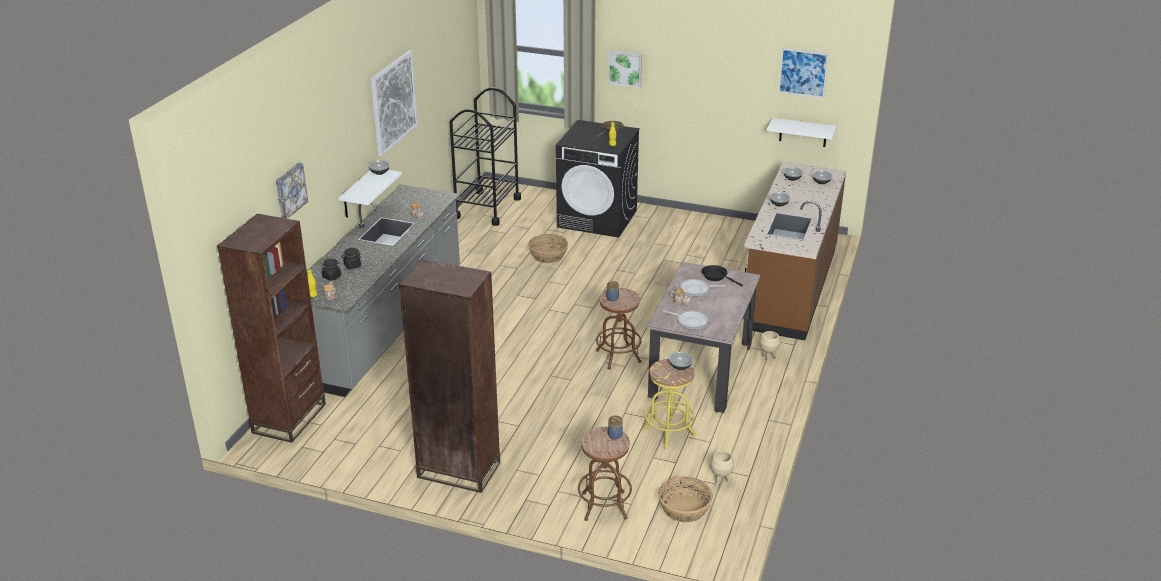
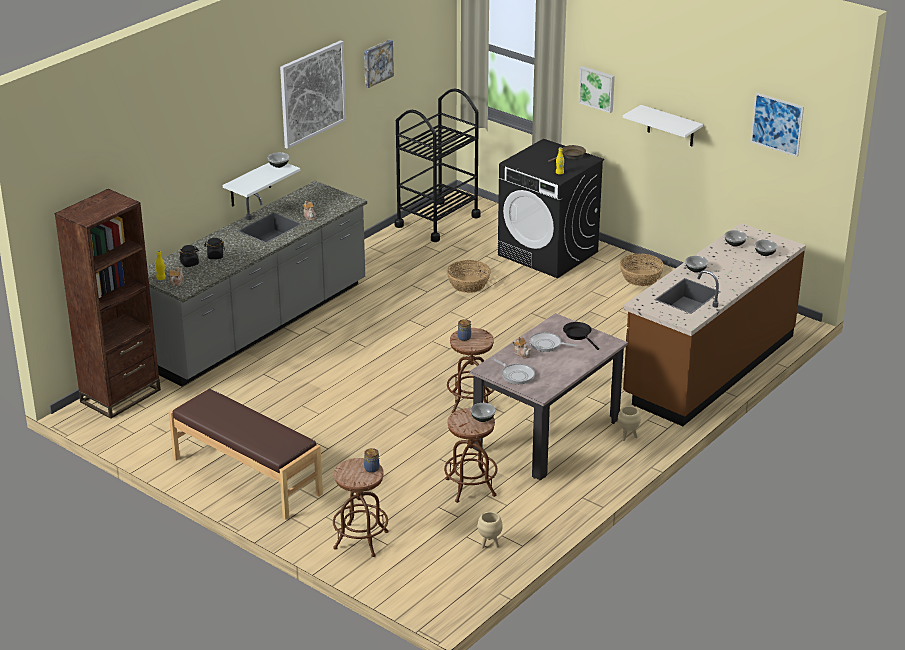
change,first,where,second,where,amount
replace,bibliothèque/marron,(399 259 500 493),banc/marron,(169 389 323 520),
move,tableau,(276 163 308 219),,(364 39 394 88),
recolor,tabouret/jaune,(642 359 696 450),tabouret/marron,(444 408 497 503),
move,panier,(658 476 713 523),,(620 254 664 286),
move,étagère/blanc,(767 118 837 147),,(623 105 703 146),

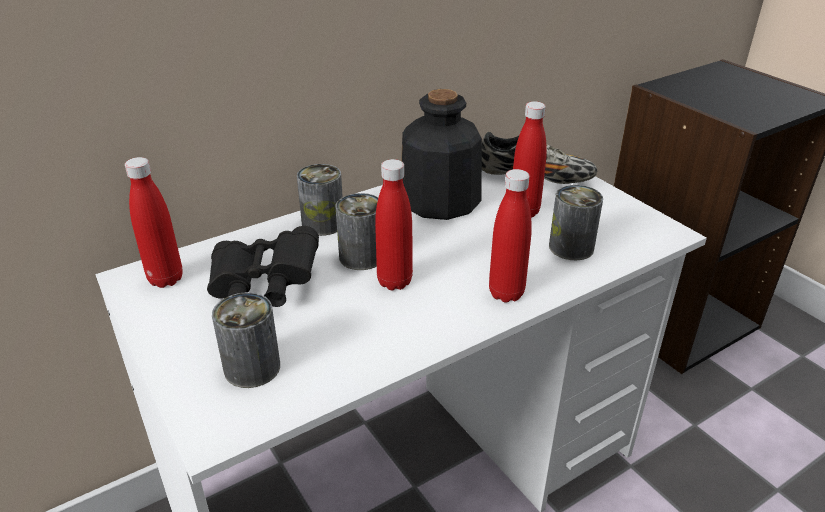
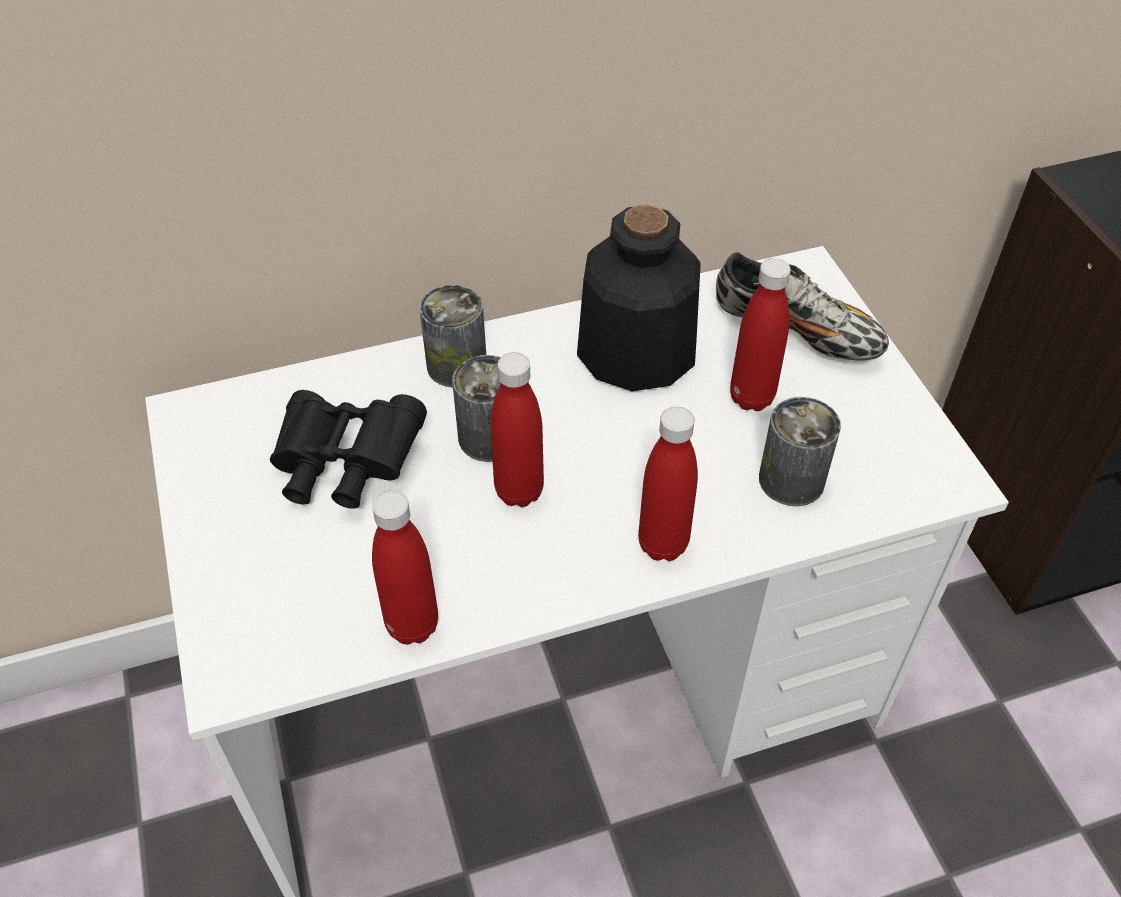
change,first,where,second,where,amount
move,bouteille/rouge,(125 157 183 288),,(372 491 438 645),
delete,boîte métallique,(212 292 280 388),,,

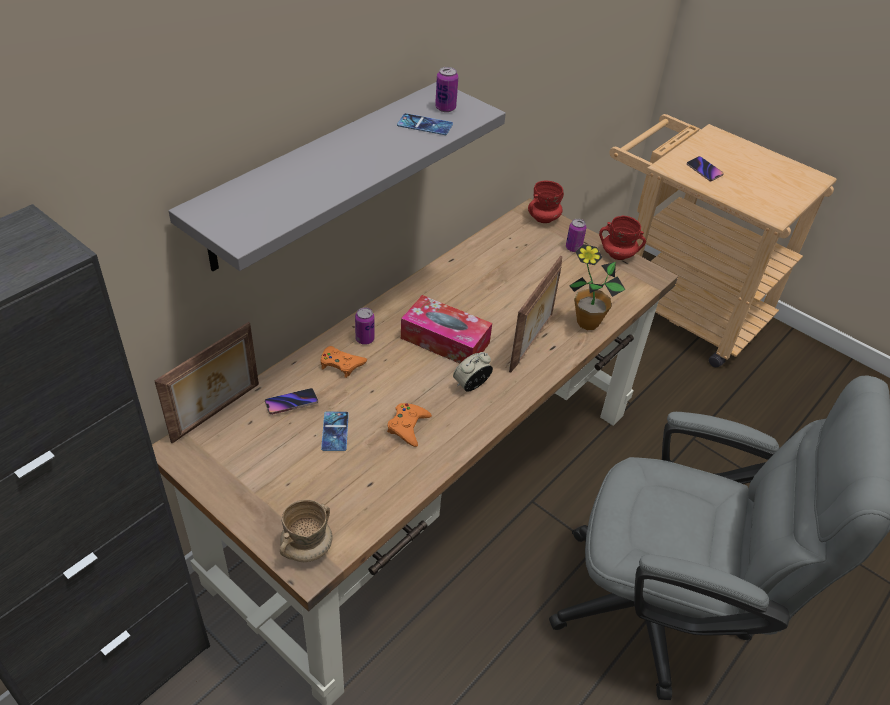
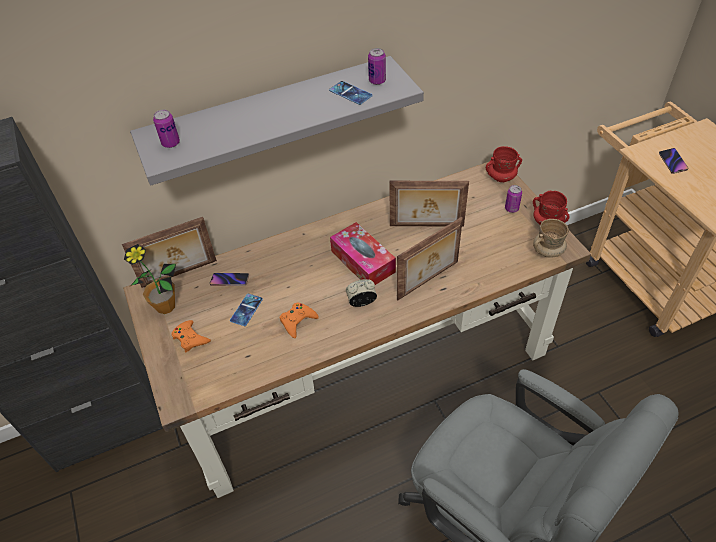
change,first,where,second,where,amount
move,plante en pot,(569 244 626 330),,(124 244 176 314),
move,boîte métallique,(355 307 375 345),,(153 110 180 148),
move,manette/orange,(321 346 367 378),,(171 320 211 352),
insert,,,cadre photo,(390 181 469 227),
move,mug/beige,(280 499 332 562),,(533 219 569 258),

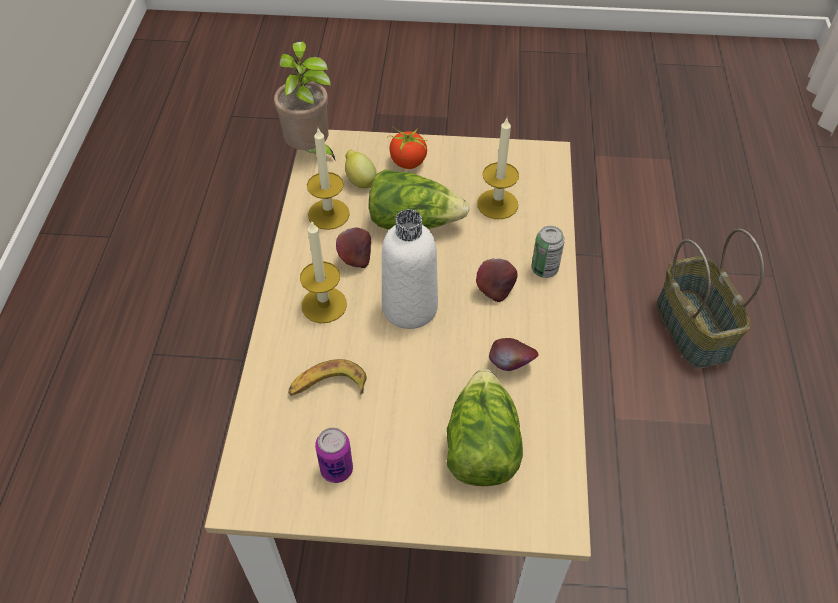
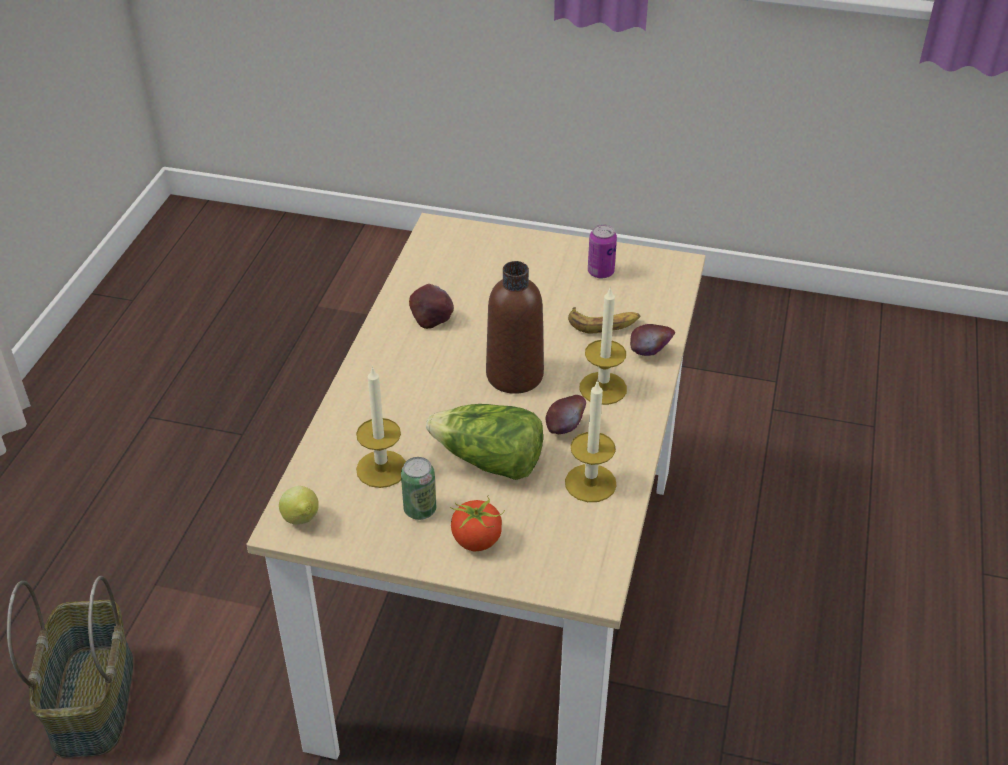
change,first,where,second,where,amount
move,citron,(345 149 376 188),,(279 486 319 525),
move,boîte métallique,(531 226 565 278),,(401 457 436 520),
recolor,bouteille/blanc,(382 209 438 329),bouteille/marron,(486 261 544 394),
move,pomme,(476 259 518 302),,(630 324 675 356),
delete,plante en pot,(274 42 336 161),,,
delete,laitue,(447 369 523 486),,,

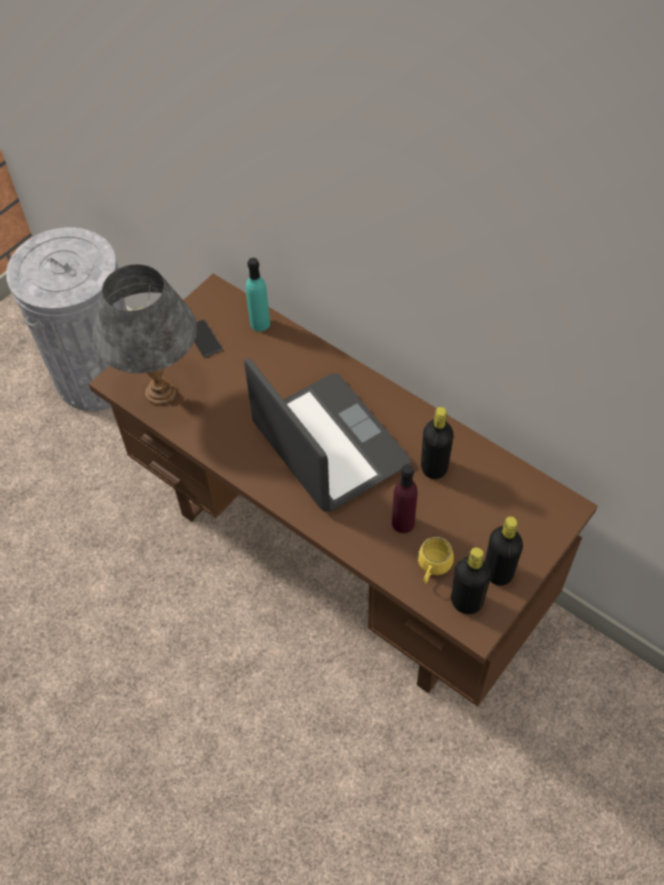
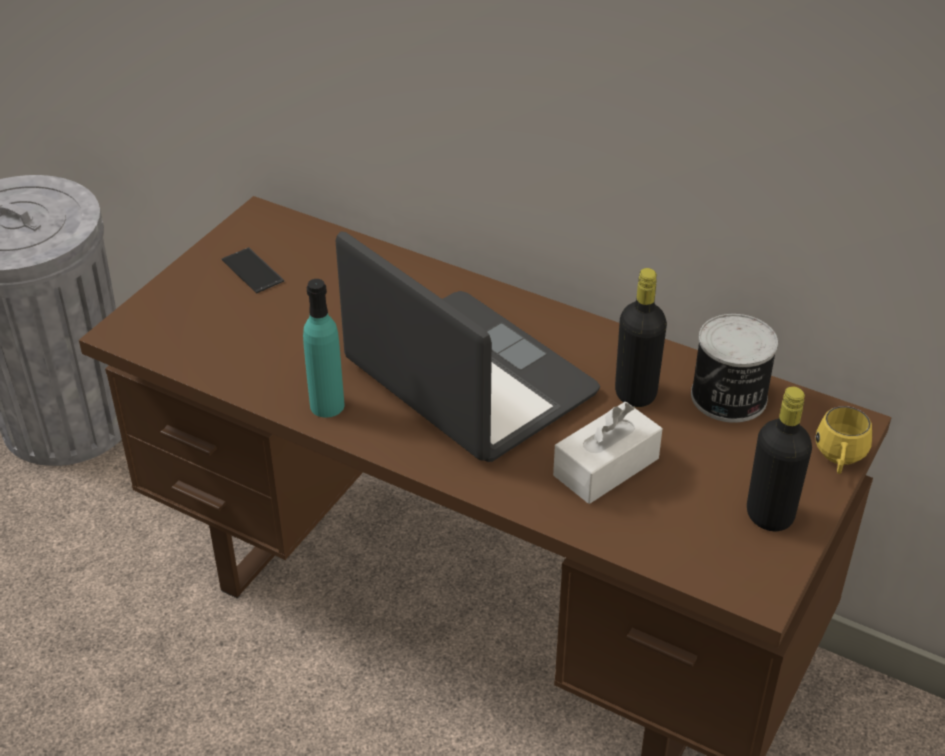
change,first,where,second,where,amount
move,bouteille/turquoise,(246 258 270 332),,(303 279 345 418),
replace,bouteille/violet,(392 464 418 533),boîte à mouchoirs/blanc,(553 402 662 504),
insert,,,boîte métallique,(691 314 778 423),
move,mug/jaune,(418 537 454 584),,(816 406 872 474),
delete,lampe de table/gris,(92 264 197 406),,,
delete,bouteille/noir,(451 547 491 614),,,

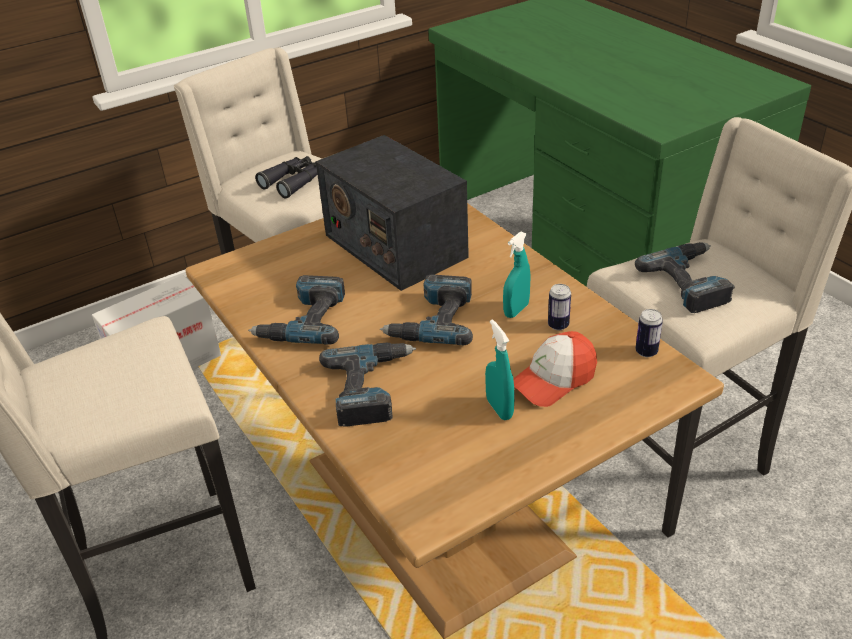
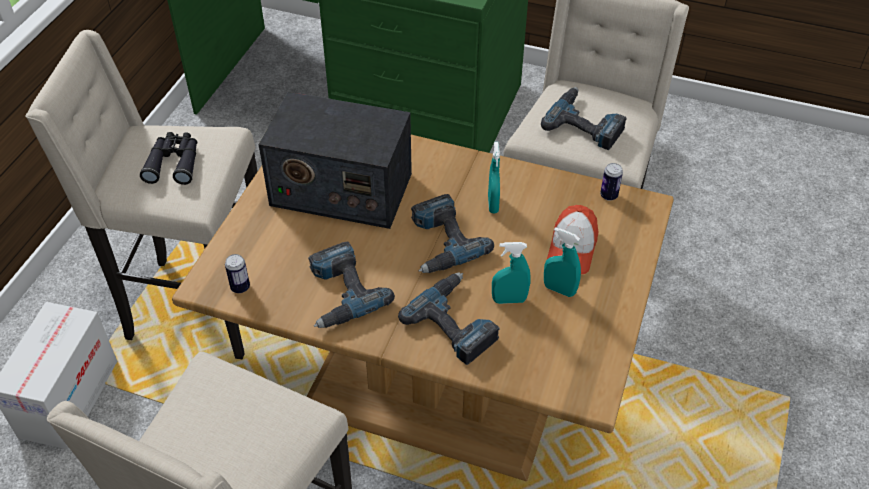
change,first,where,second,where,amount
move,boîte métallique,(548 284 571 330),,(225 254 250 293),
insert,,,vaporisateur/turquoise,(492 242 530 304),

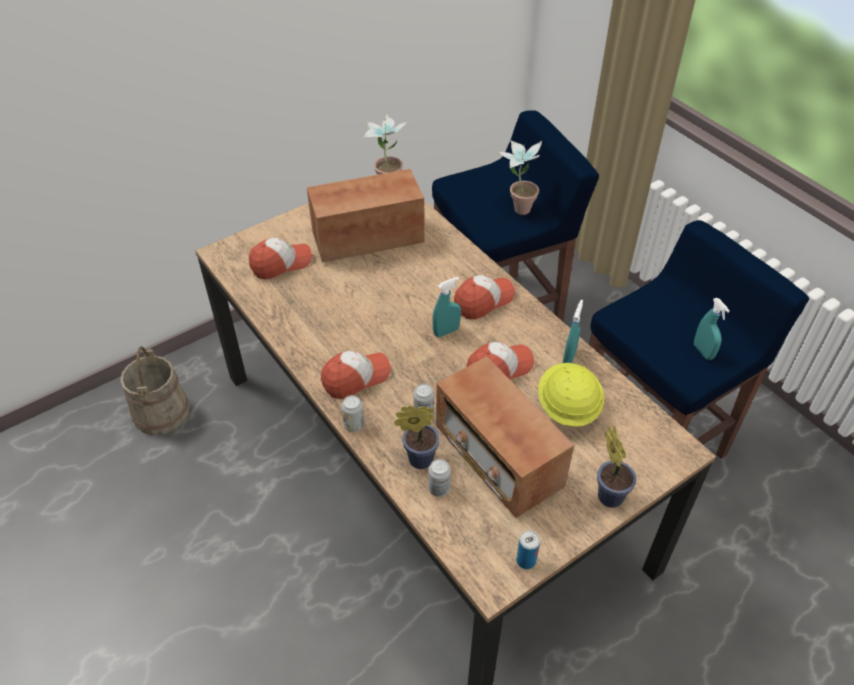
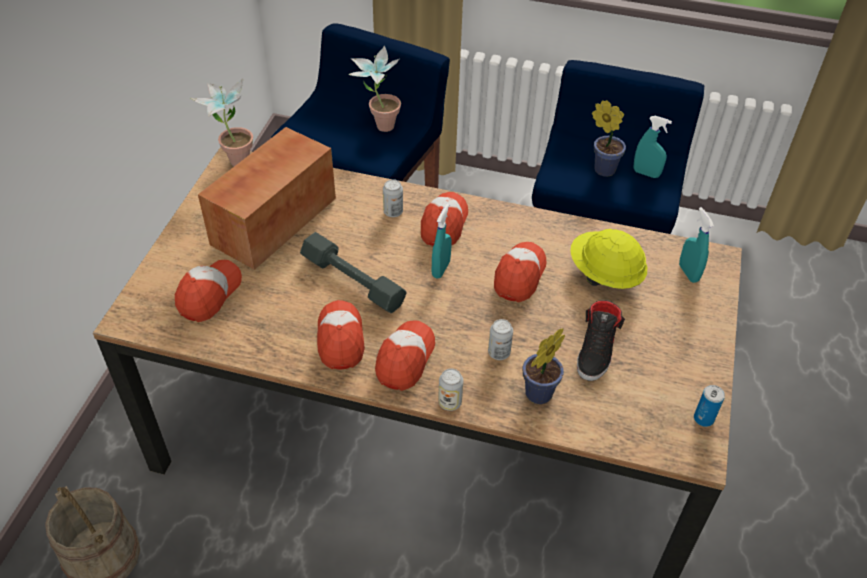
change,first,where,second,where,amount
insert,,,haltère/gris,(300 232 407 313),
insert,,,casquette,(317 300 365 369),
move,boîte métallique,(428 459 451 497),,(383 179 403 217),
replace,radio,(436 356 574 518),chaussure/noir,(577 300 625 381),
move,plante en pot,(597 426 636 508),,(592 100 626 177),
move,vaporisateur/turquoise,(563 300 583 363),,(679 207 714 283),

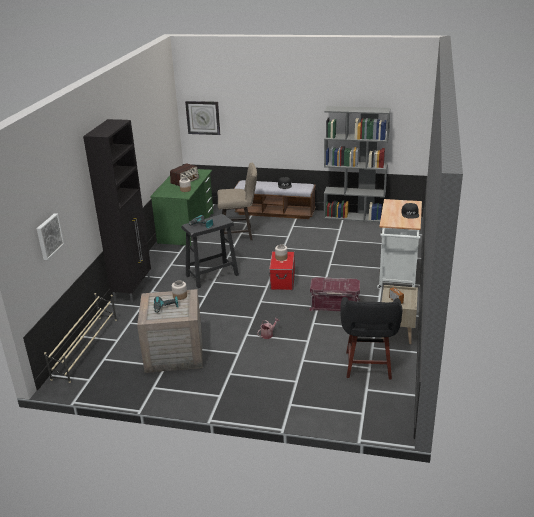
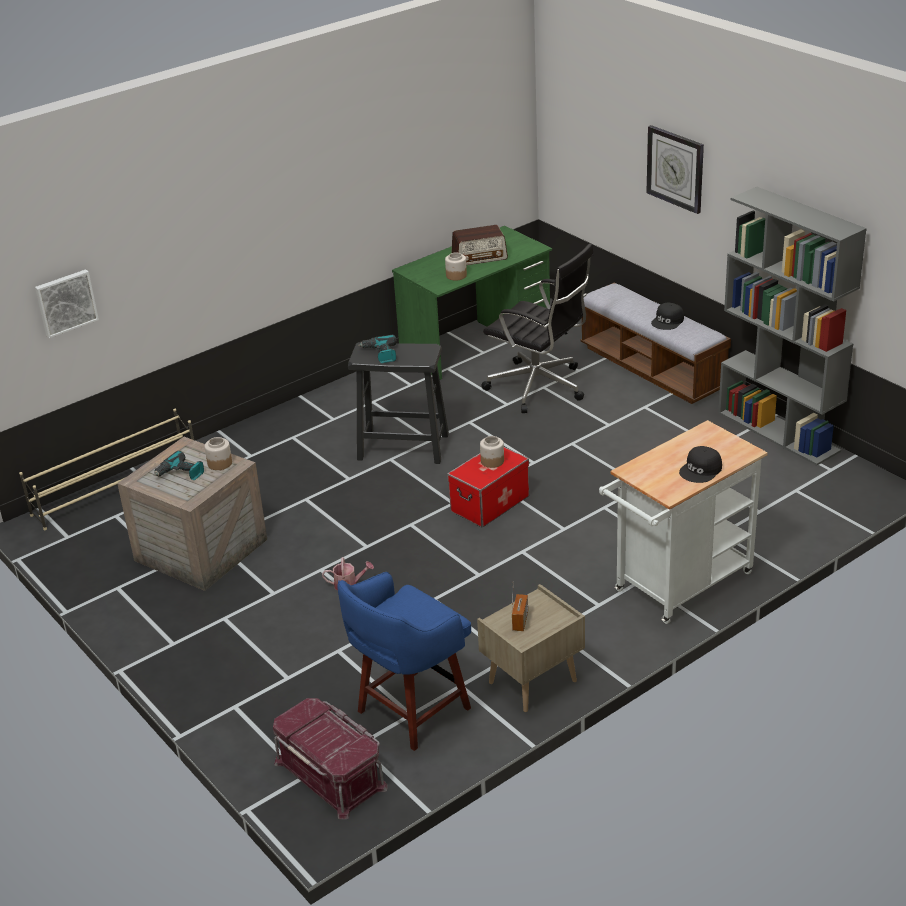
change,first,where,second,where,amount
move,boîte de rangement/rouge,(309 277 360 311),,(273 698 388 819),
recolor,tabouret/noir,(340 297 402 380),tabouret/bleu,(337 572 471 751),
replace,tabouret/beige,(217 163 257 240),chaise de bureau/noir,(481 243 594 413),
move,horloge murale,(185 101 220 135),,(646 125 704 214),
delete,meuble de rangement/noir,(83 119 151 303),,,

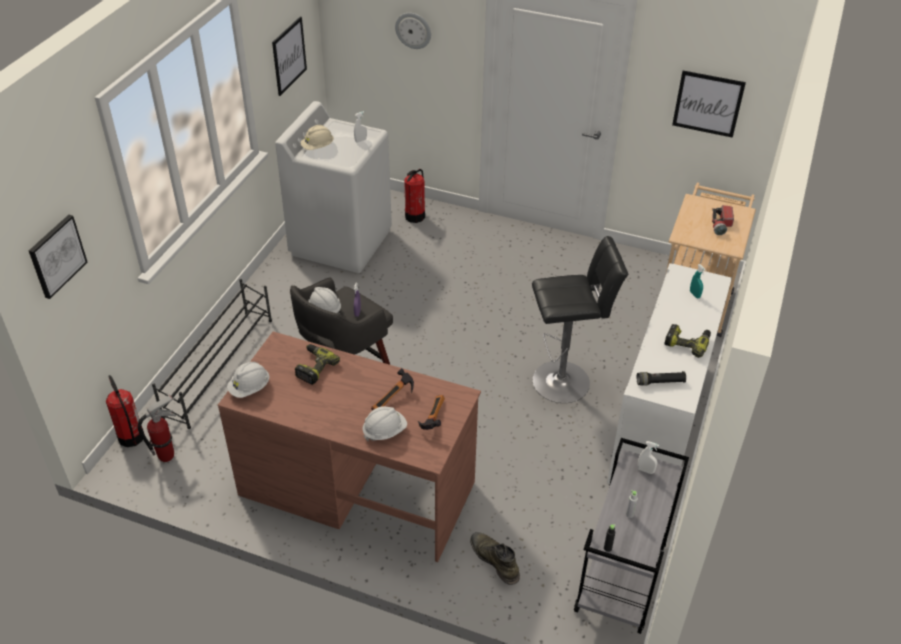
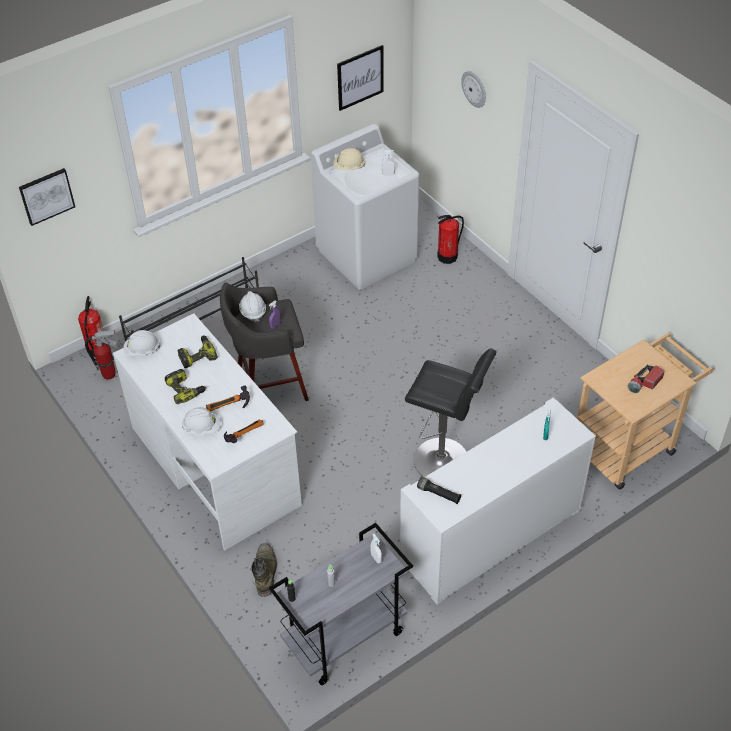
change,first,where,second,where,amount
recolor,bureau/marron,(218 331 481 562),bureau/blanc,(113 313 302 551),
move,perceuse,(664 324 711 358),,(165 369 206 404),
delete,tableau,(672 71 746 138),,,

